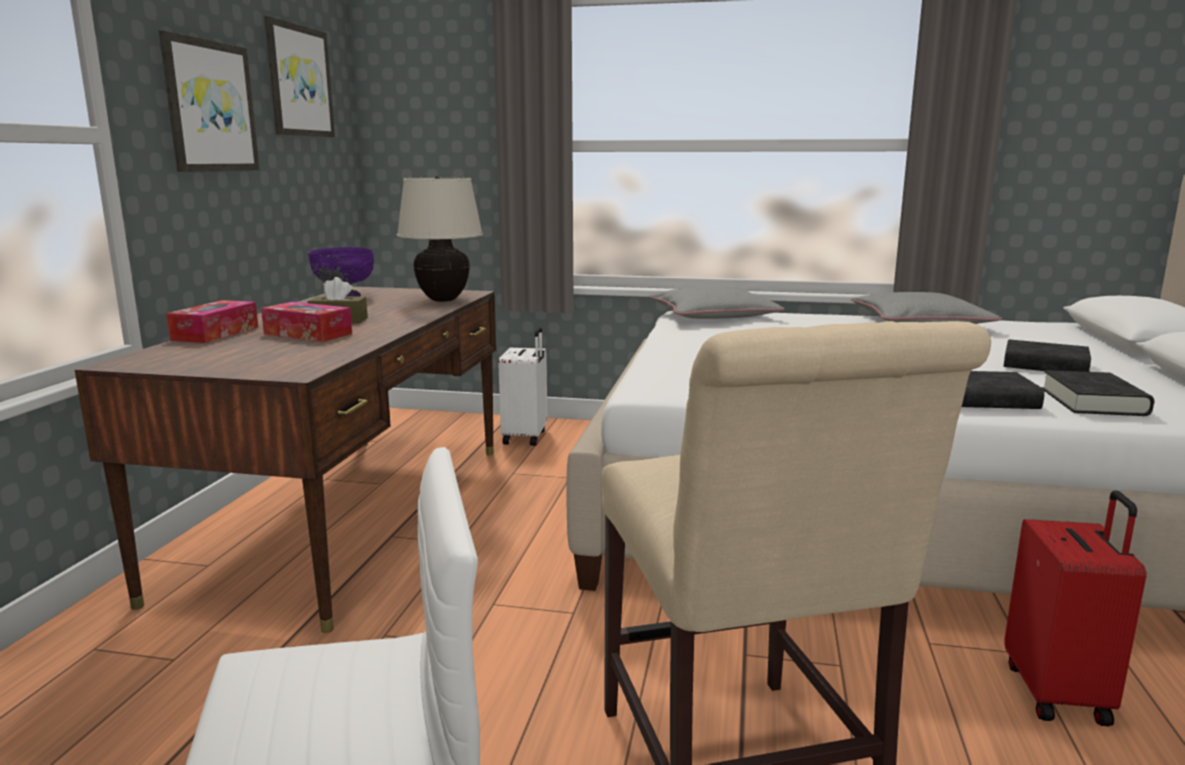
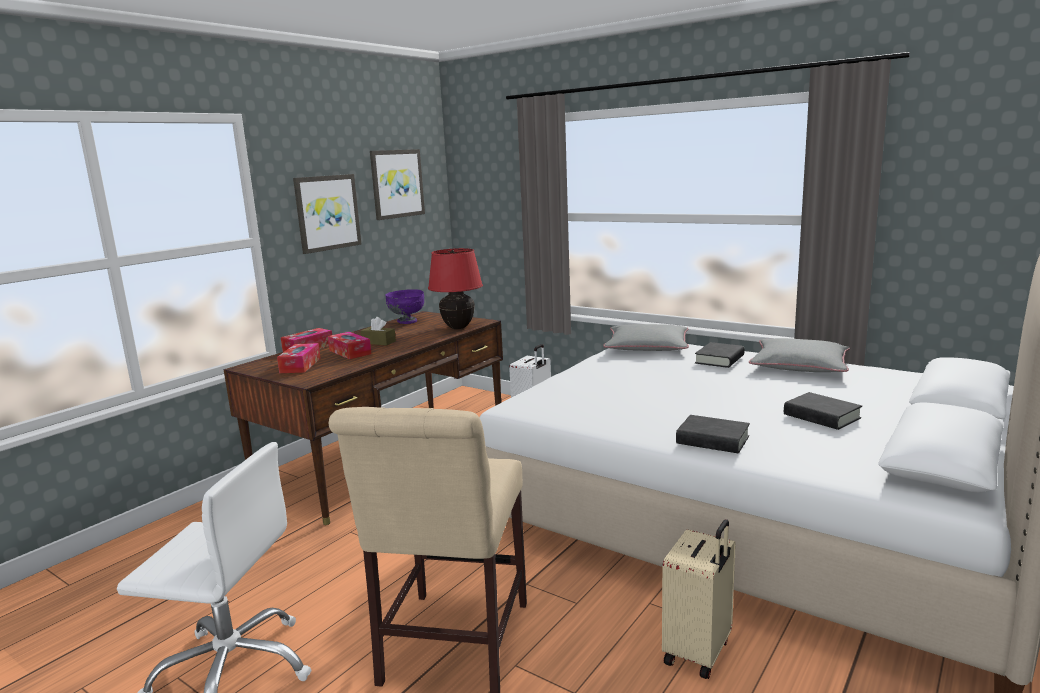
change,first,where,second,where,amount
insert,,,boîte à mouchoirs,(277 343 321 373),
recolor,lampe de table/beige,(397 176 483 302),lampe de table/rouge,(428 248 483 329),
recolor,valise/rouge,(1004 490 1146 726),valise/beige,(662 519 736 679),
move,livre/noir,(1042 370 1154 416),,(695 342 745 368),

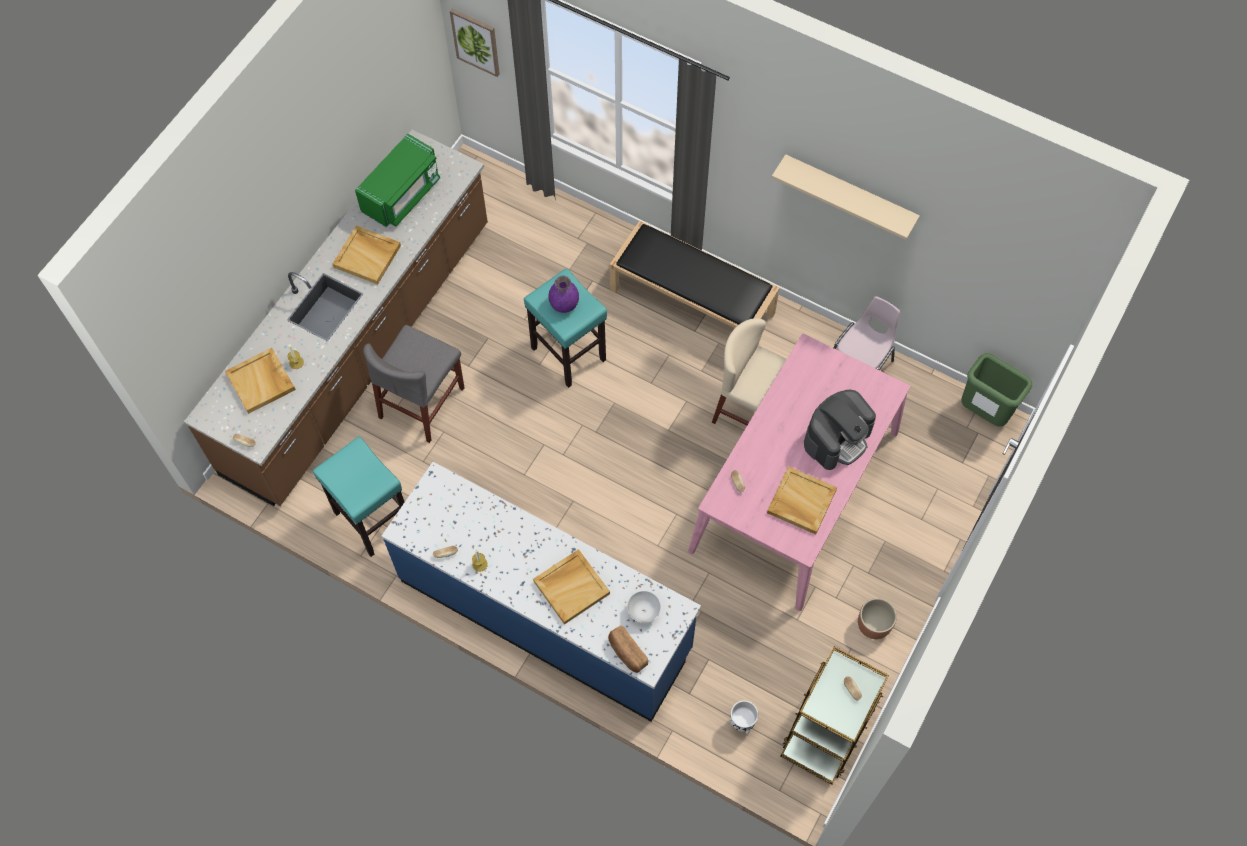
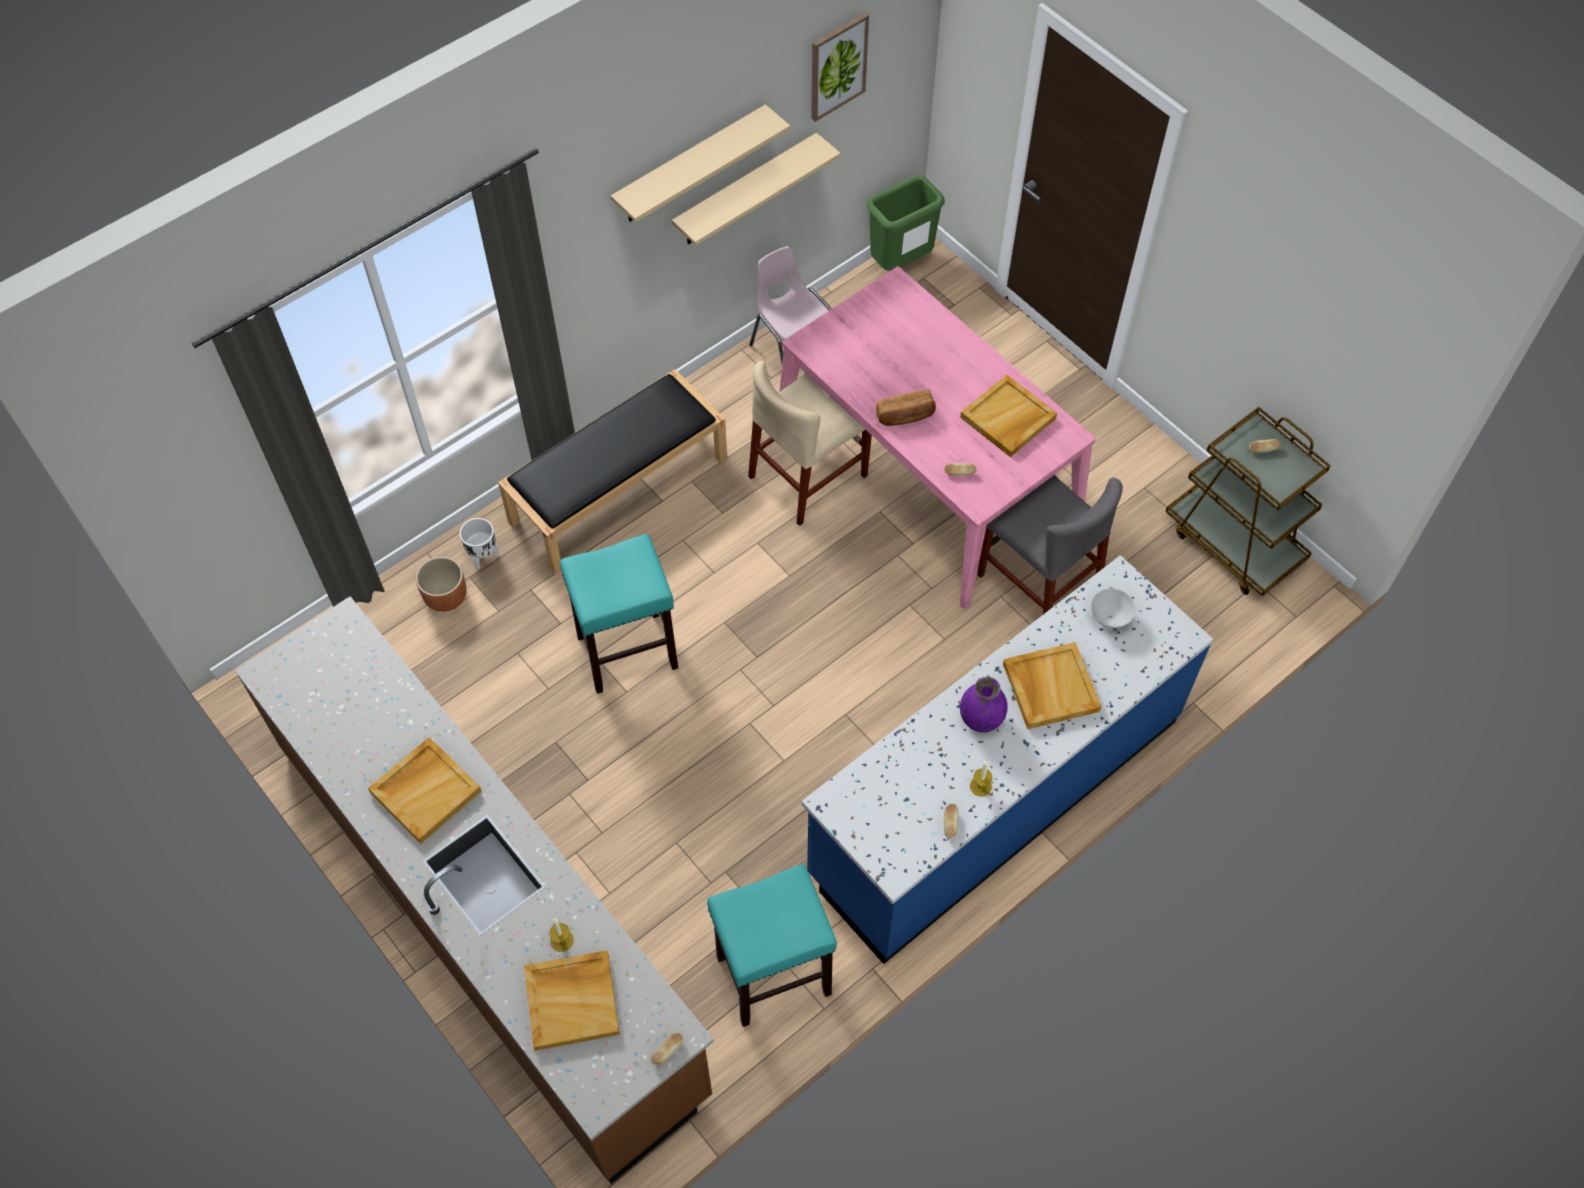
change,first,where,second,where,amount
move,cache-pot/marron,(858 598 897 639),,(416 557 467 612),
move,cache-pot/blanc,(730 700 758 734),,(460 518 498 569),
insert,,,étagère/beige,(672 133 841 246),
move,tableau,(450 9 500 77),,(811 13 869 122),
move,pain,(608 626 648 673),,(876 390 936 426),
move,vase/violet,(549 276 579 313),,(960 677 1008 732),
move,chaise/gris,(363 325 464 443),,(977 475 1123 614),
delete,micro-ondes/vert,(355 134 440 228),,,
delete,machine à café,(804 390 876 470),,,

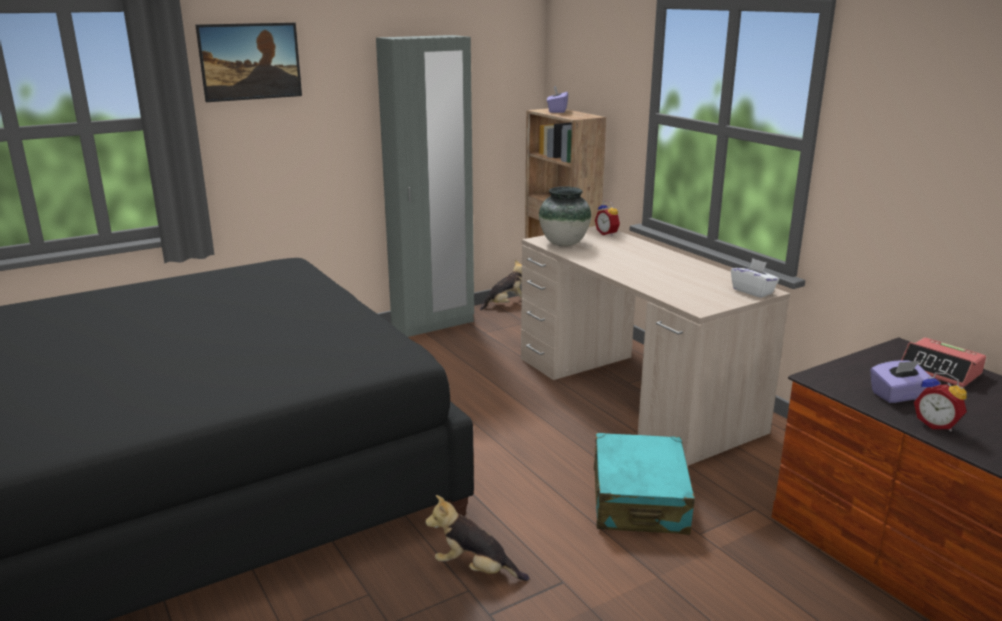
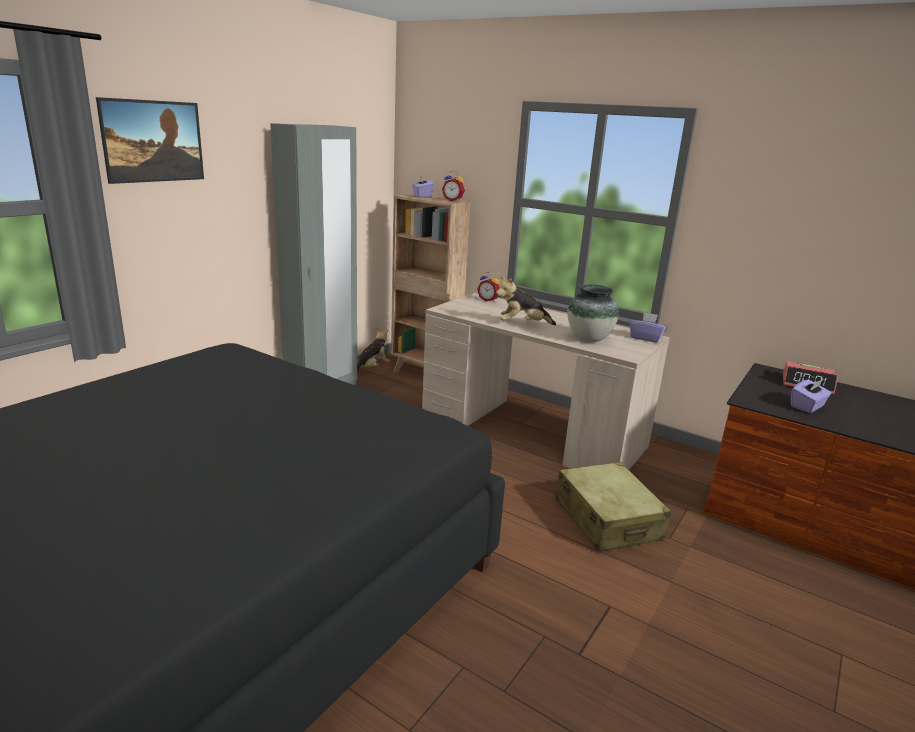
change,first,where,second,where,amount
move,réveil,(914 373 967 432),,(442 171 465 202),
move,peluche,(425 495 529 581),,(496 276 556 325),
recolor,valise/turquoise,(594 433 695 535),valise/beige,(555 462 671 552),
move,vase,(539 187 591 246),,(567 285 619 342),
recolor,boîte à mouchoirs/blanc,(731 258 779 298),boîte à mouchoirs/violet,(630 312 666 343),

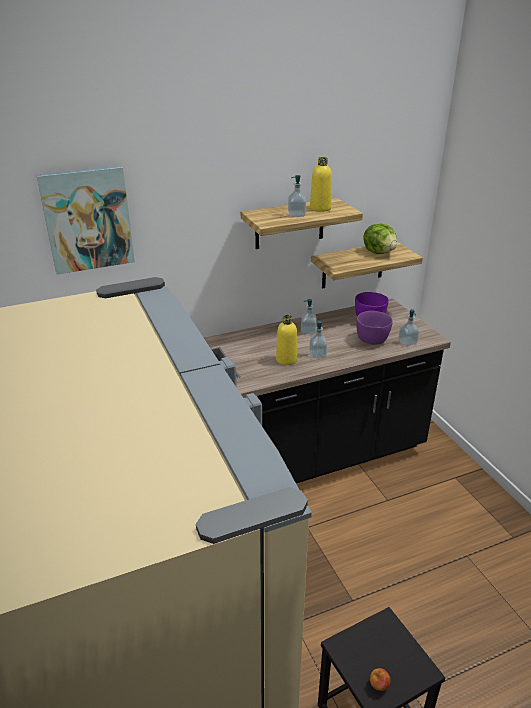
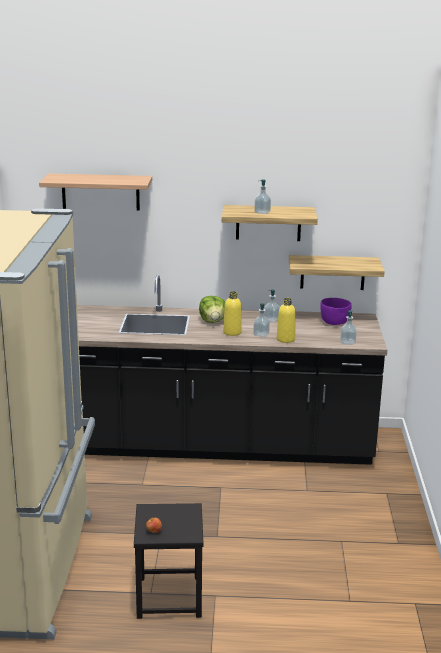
change,first,where,second,where,amount
replace,tableau,(37 166 135 274),étagère,(39 173 152 211),
move,laitue,(363 224 397 254),,(199 296 225 323),
move,bouteille/jaune,(310 157 332 212),,(277 298 296 343),
delete,bol/violet,(357 311 393 345),,,

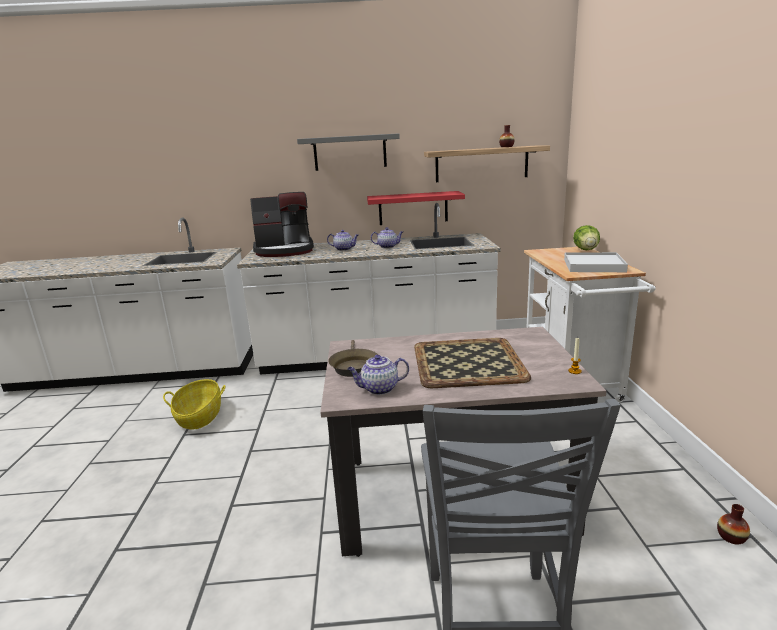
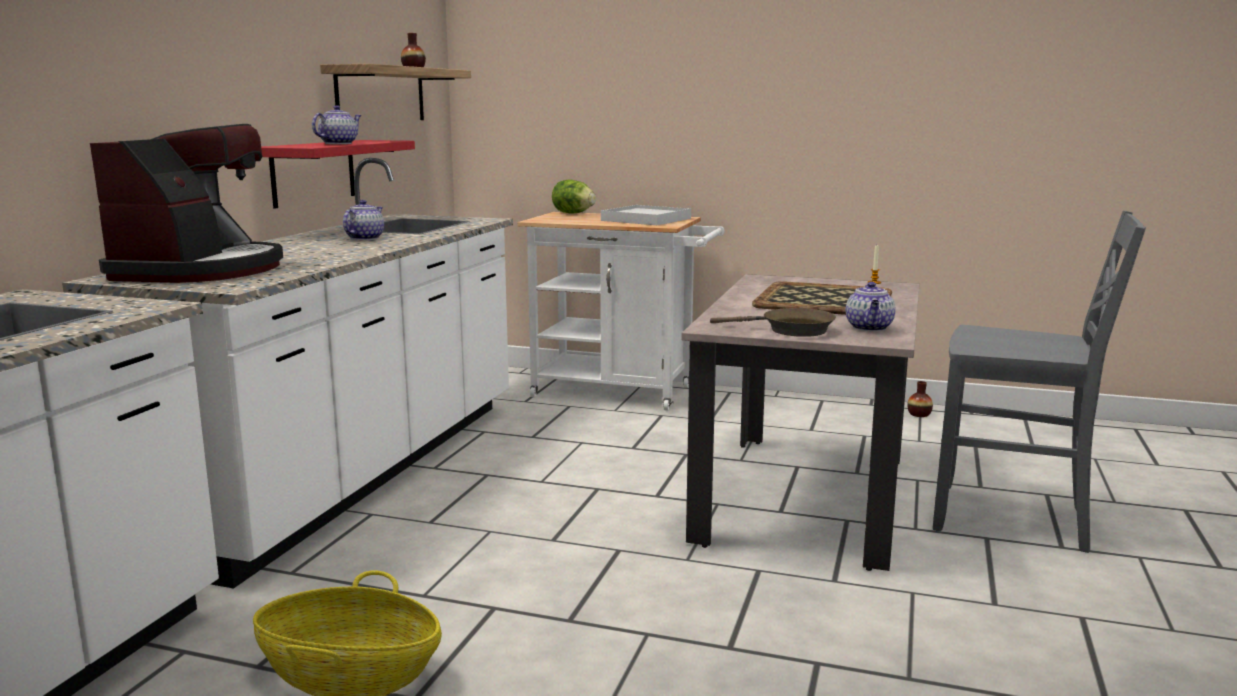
change,first,where,second,where,amount
move,théière,(327 230 358 251),,(312 105 361 144),
delete,étagère/gris,(297 133 400 171),,,

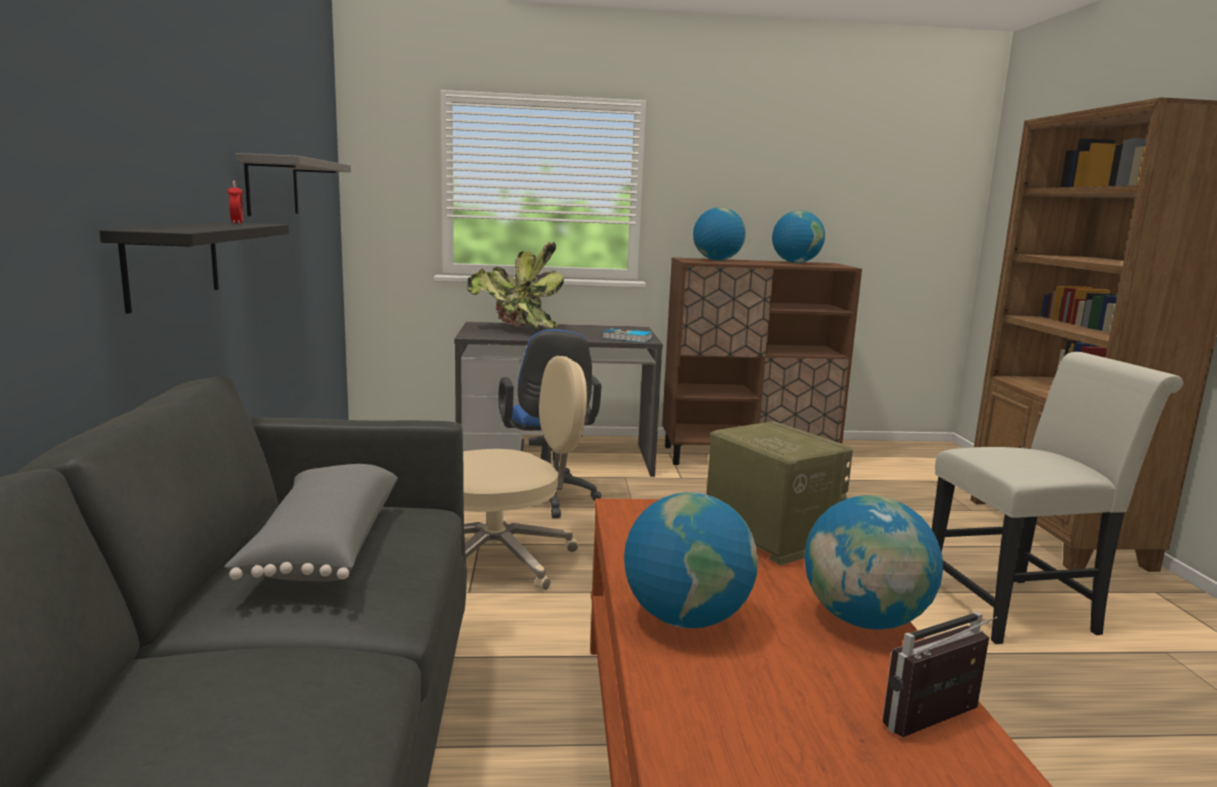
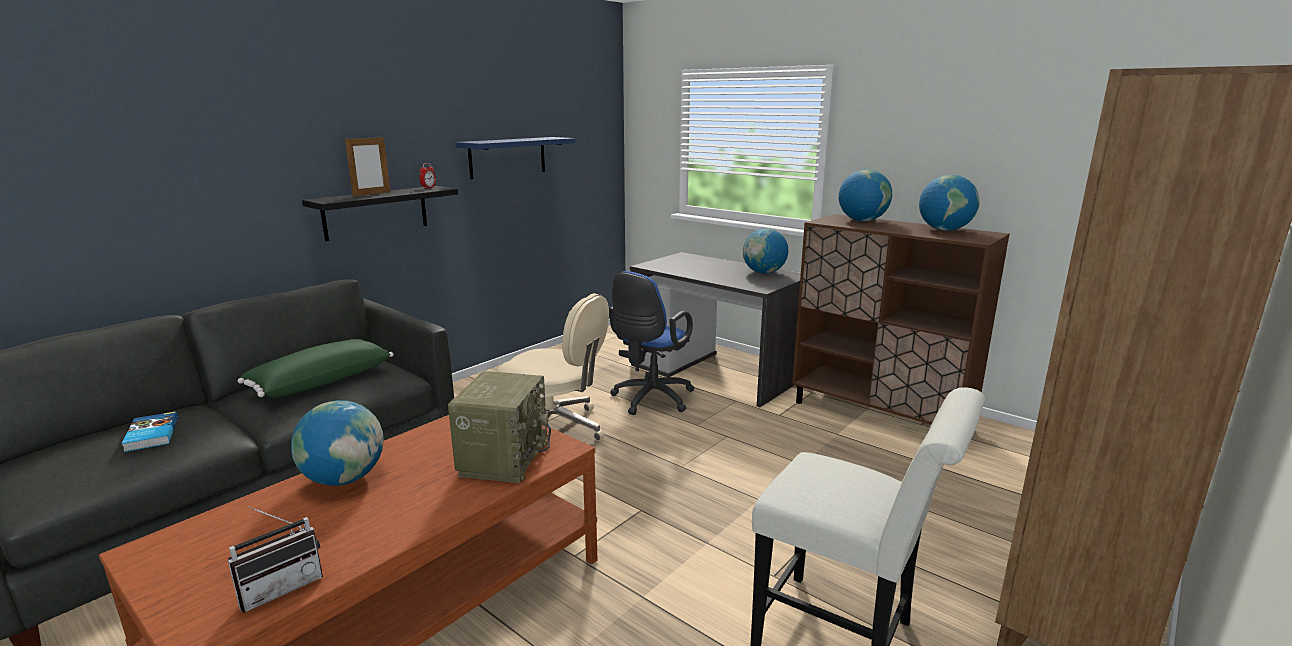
change,first,where,second,where,amount
move,livre,(603 328 652 342),,(121 411 178 452),
rotate,radio,(883 611 998 737),,(228 507 323 613),120 degrees clockwise
recolor,coussin/gris,(224 464 398 581),coussin/vert,(238 339 394 398),
insert,,,cadre photo,(345 137 391 196),
recolor,étagère/gris,(235 153 351 216),étagère/bleu,(455 137 575 179),
move,globe,(804 495 943 629),,(743 228 789 274),
delete,plante en pot,(467 242 564 329),,,

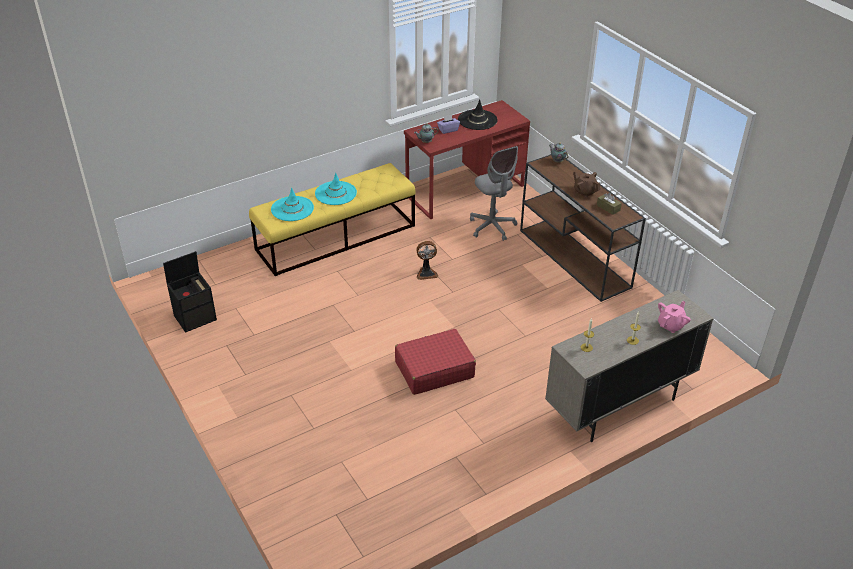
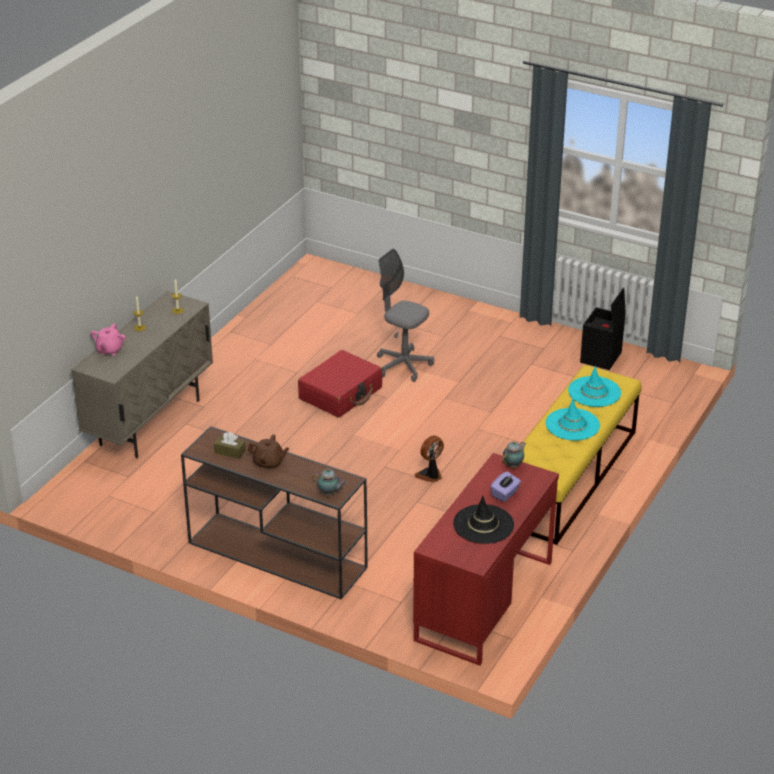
change,first,where,second,where,amount
move,chaise de bureau/gris,(470 146 518 241),,(377 249 434 382),

